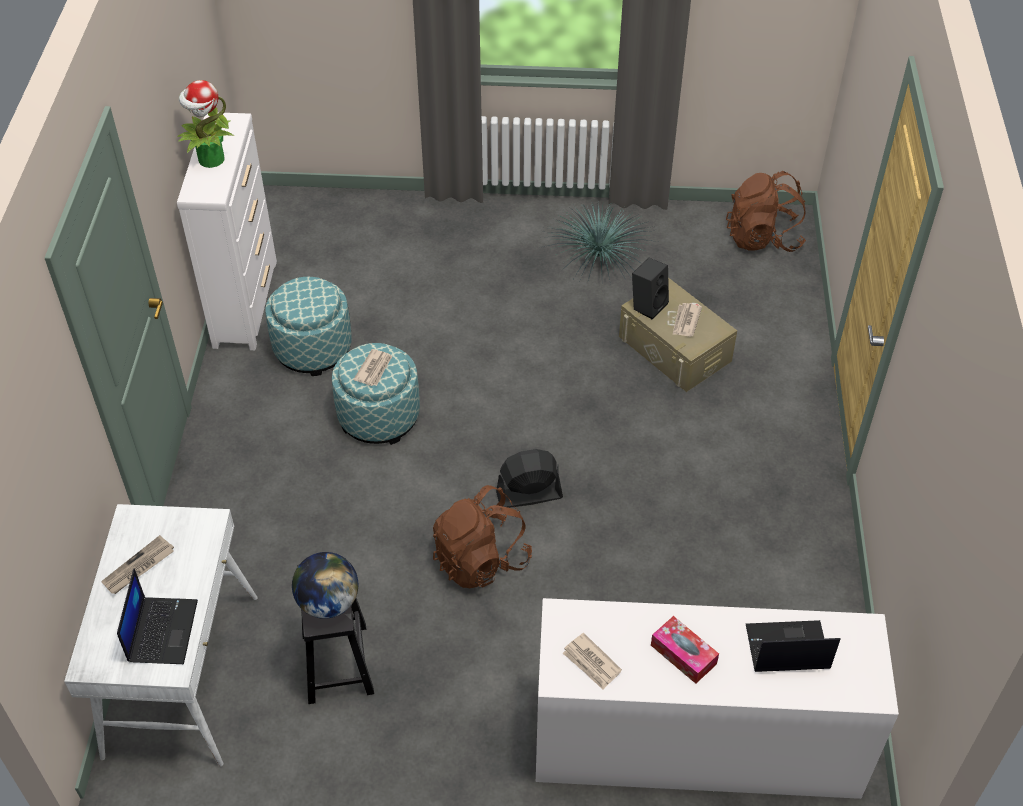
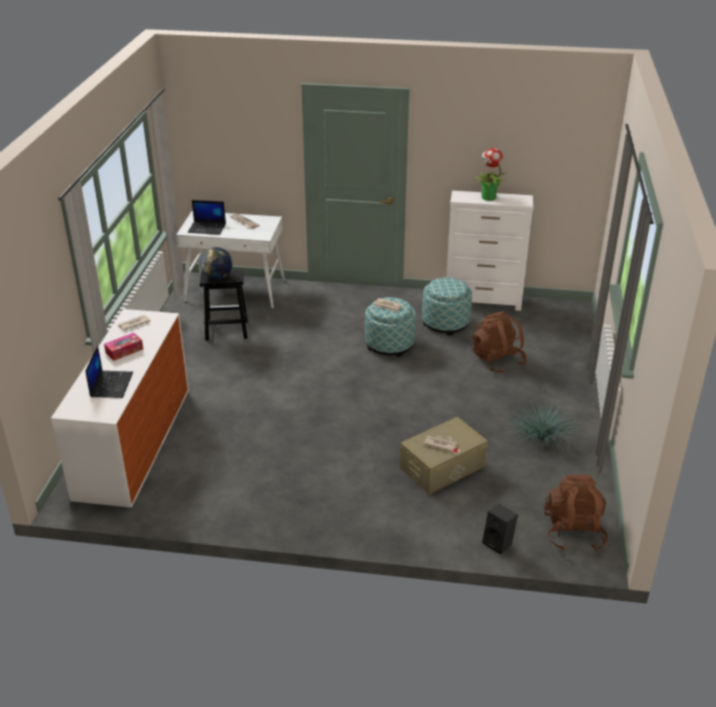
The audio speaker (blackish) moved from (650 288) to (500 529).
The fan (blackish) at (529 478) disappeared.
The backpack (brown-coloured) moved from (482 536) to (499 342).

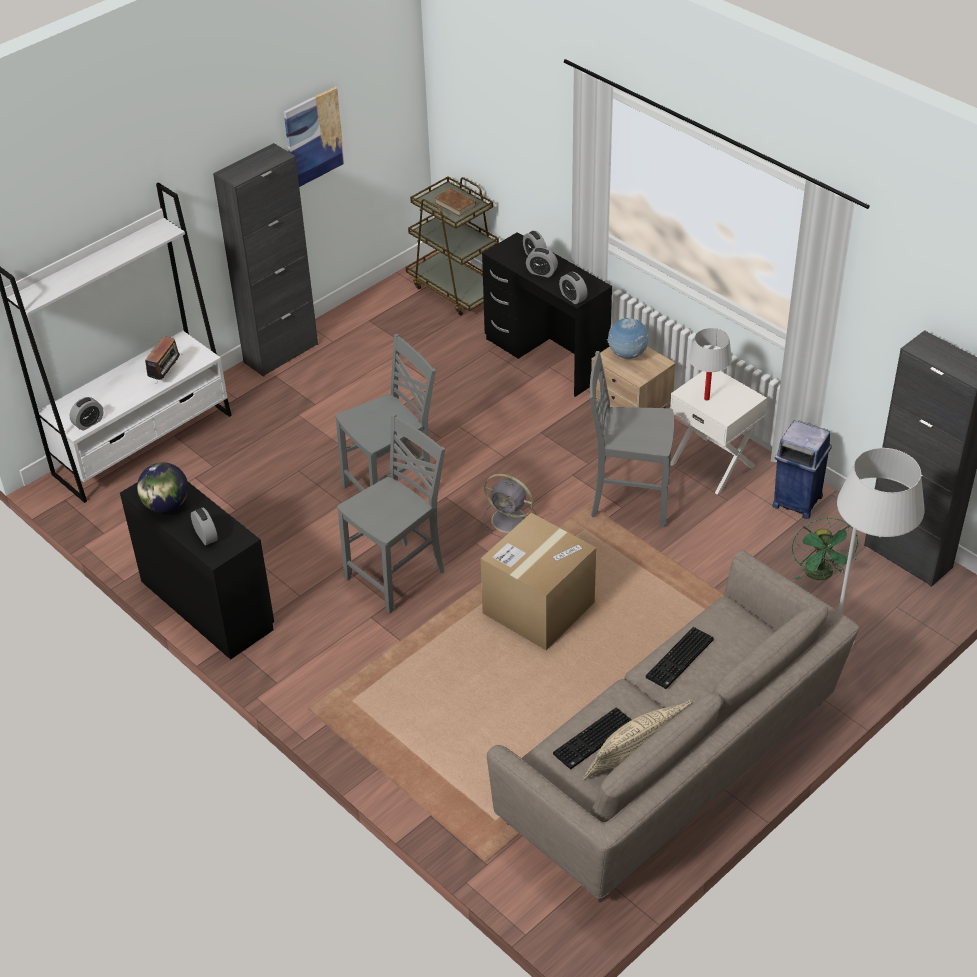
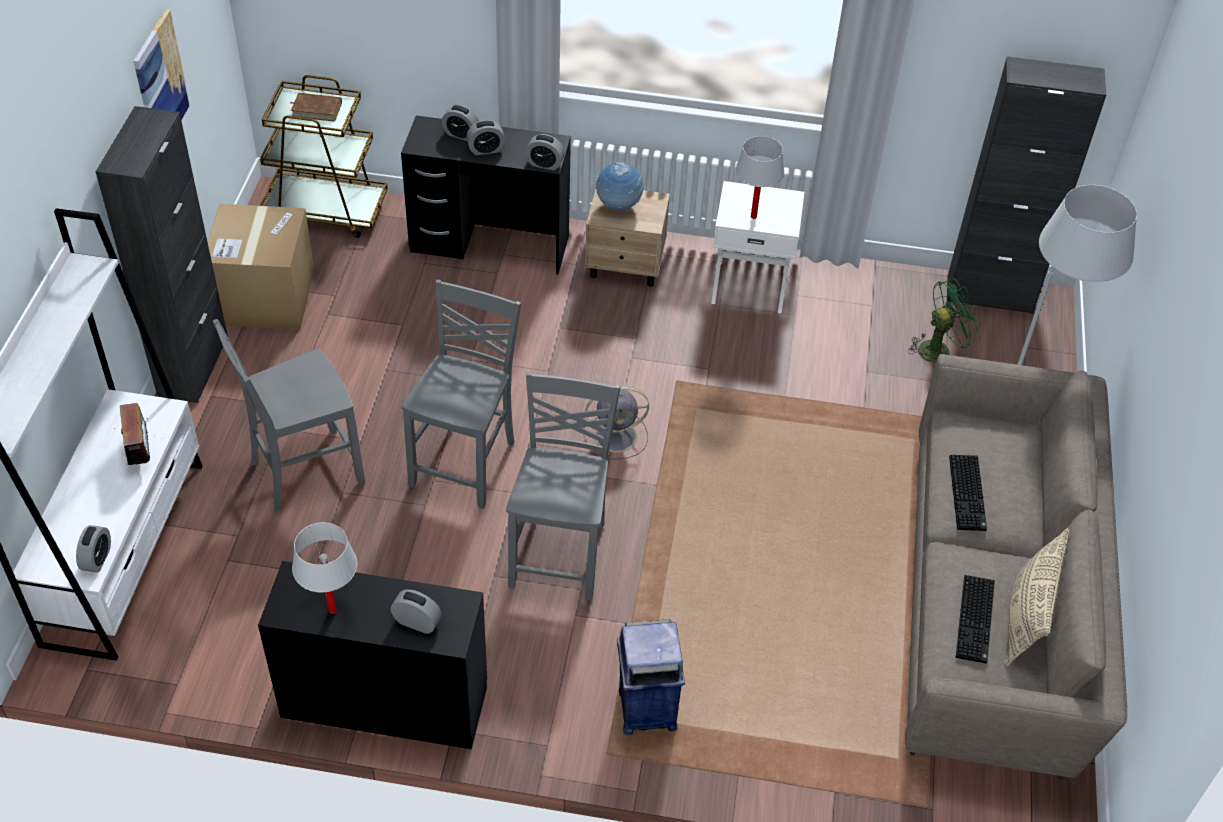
The upright chair (gray) moved from (631 439) to (289 415).
The waste bin (blue) moved from (802 469) to (651 677).
The desk globe at (162 487) was replaced by the lamp for a table (white) at (324 568).
The carton moved from (538 581) to (261 267).
The fan (green-coloured) at (825 549) turned 75 degrees counterclockwise.

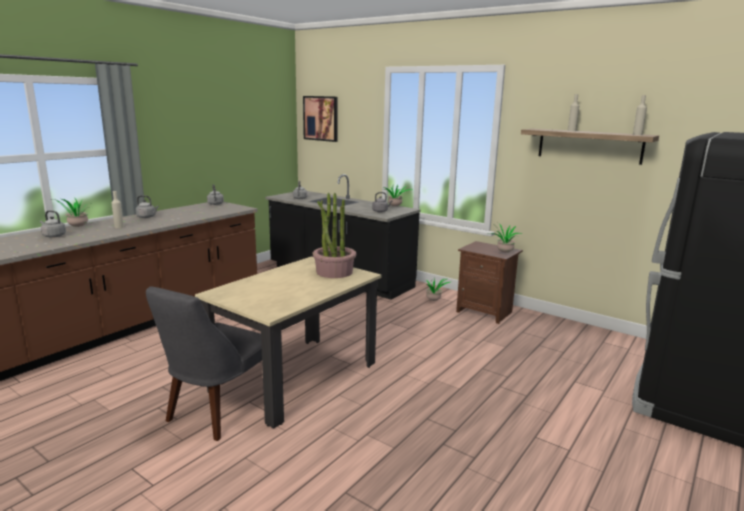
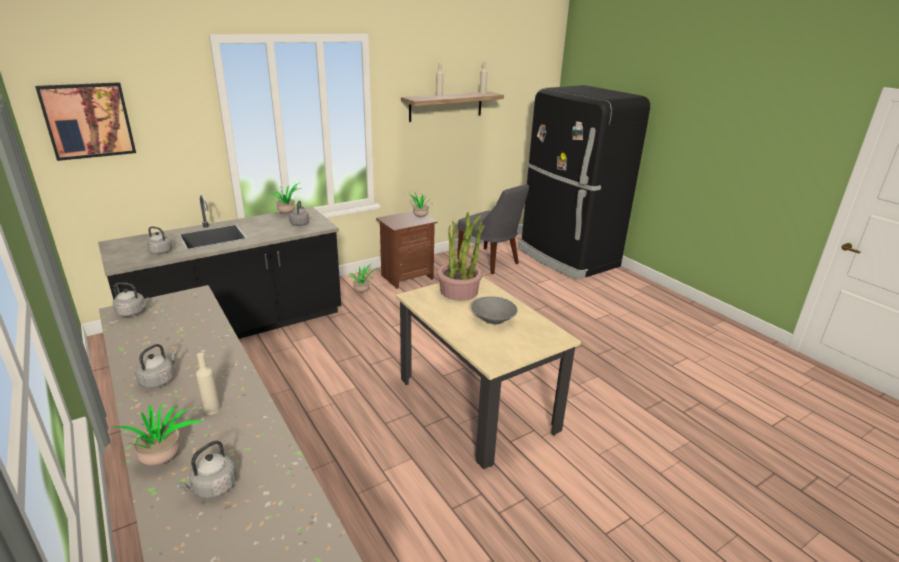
The upright chair (gray) moved from (204 363) to (493 229).
The serving bowl (gray) at (494 310) appeared.

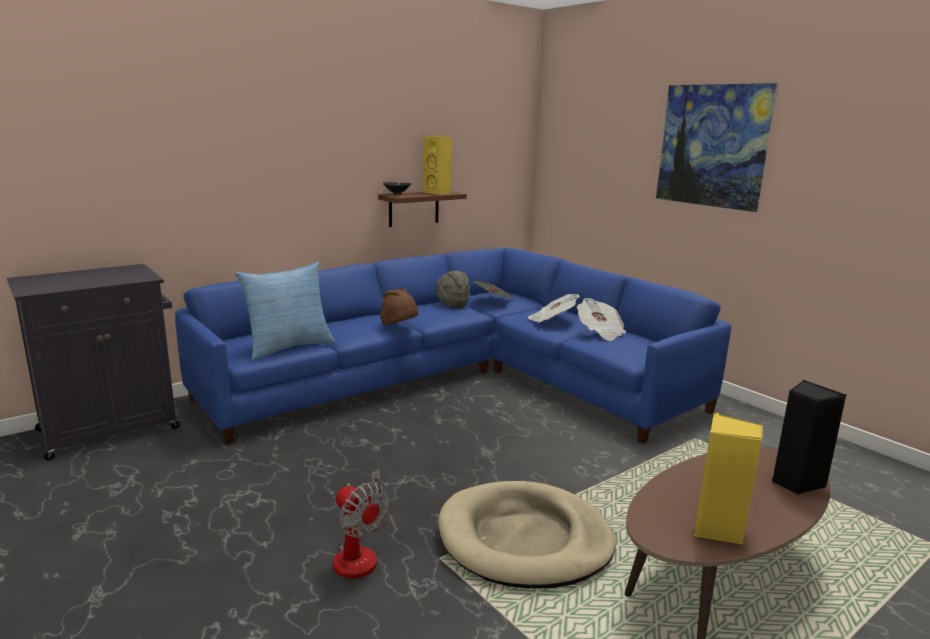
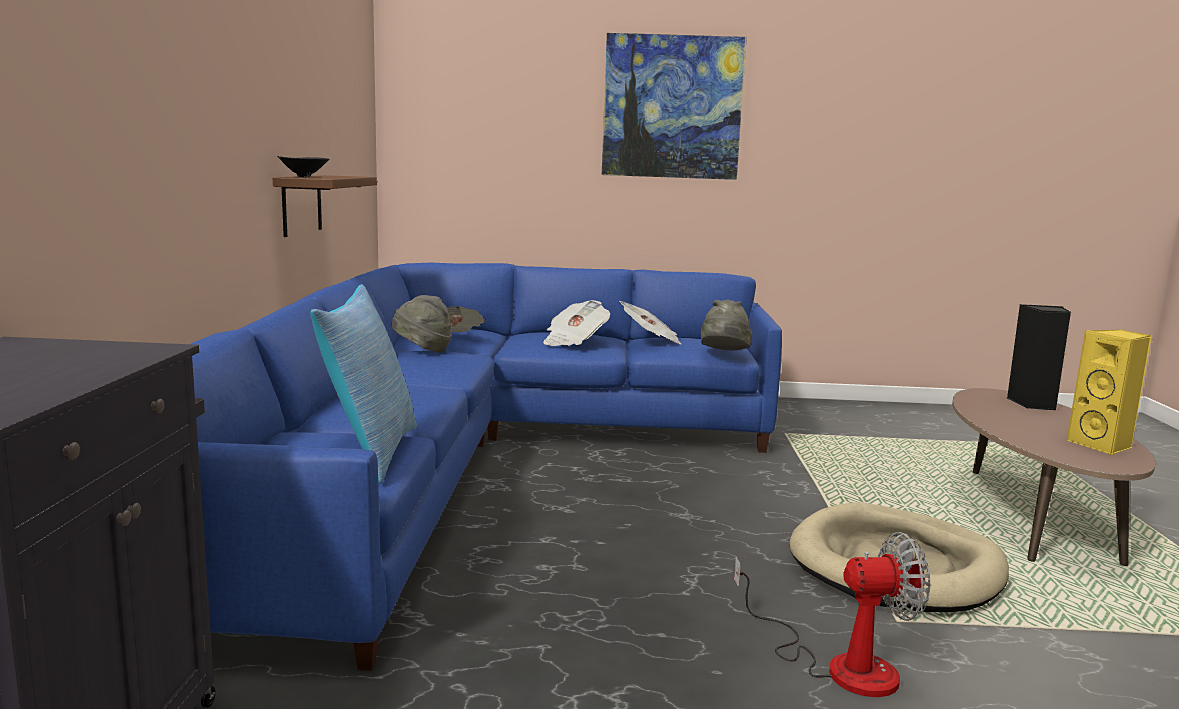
The audio speaker (yellowish) at (437 165) disappeared.
The hat (brown-coloured) at (399 306) disappeared.
The hat (gray) at (726 325) appeared.

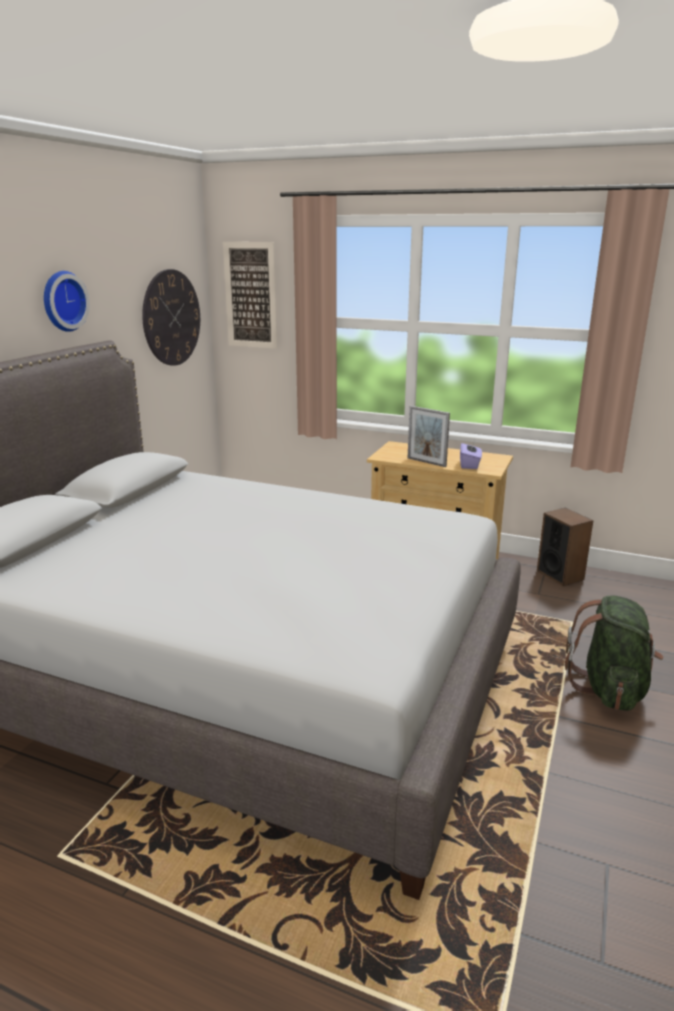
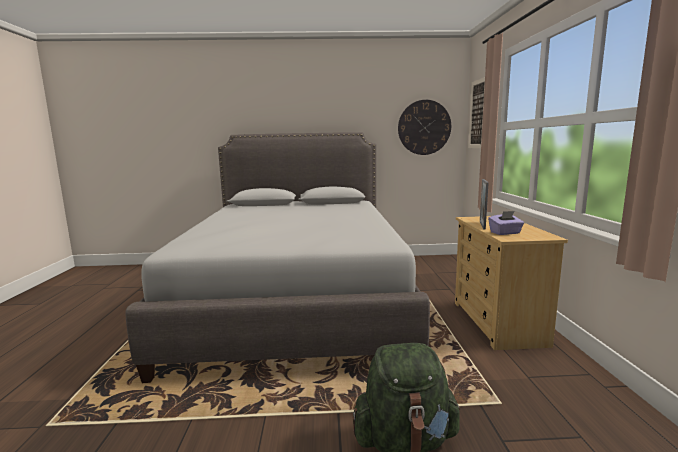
The hanging clock at (67 301) disappeared.
The audio speaker at (565 547) disappeared.

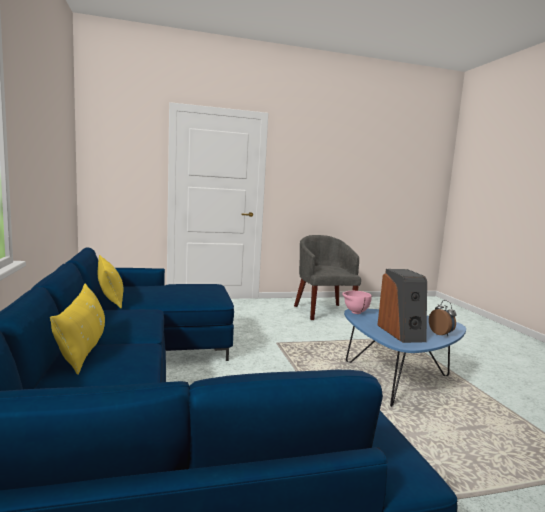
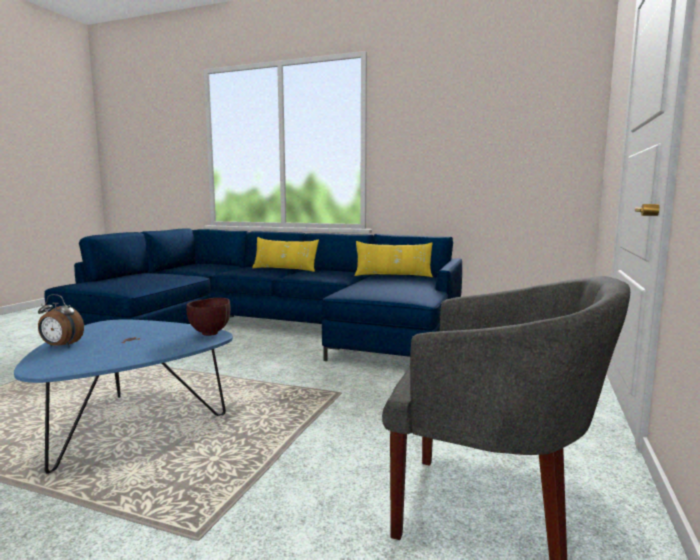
The audio speaker at (402 306) disappeared.
The serving bowl (pinkish) at (357 302) became the serving bowl (brown-coloured) at (208 317).

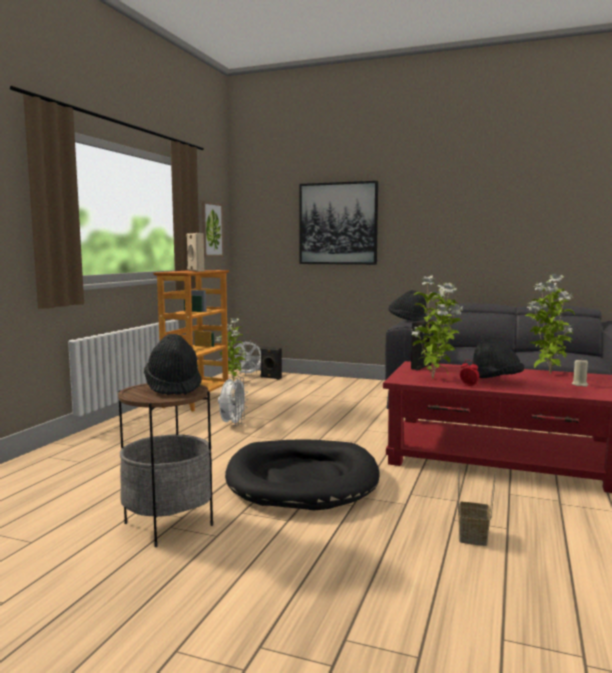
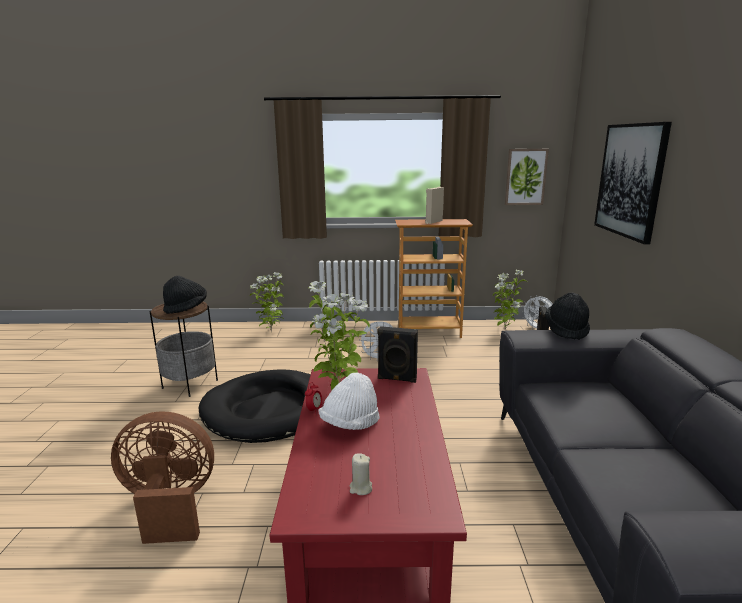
The houseplant moved from (550 324) to (267 302).
The hat (blackish) at (498 357) became the hat (white) at (349 401).
The household basket at (477 507) was replaced by the fan (brown-coloured) at (162 478).

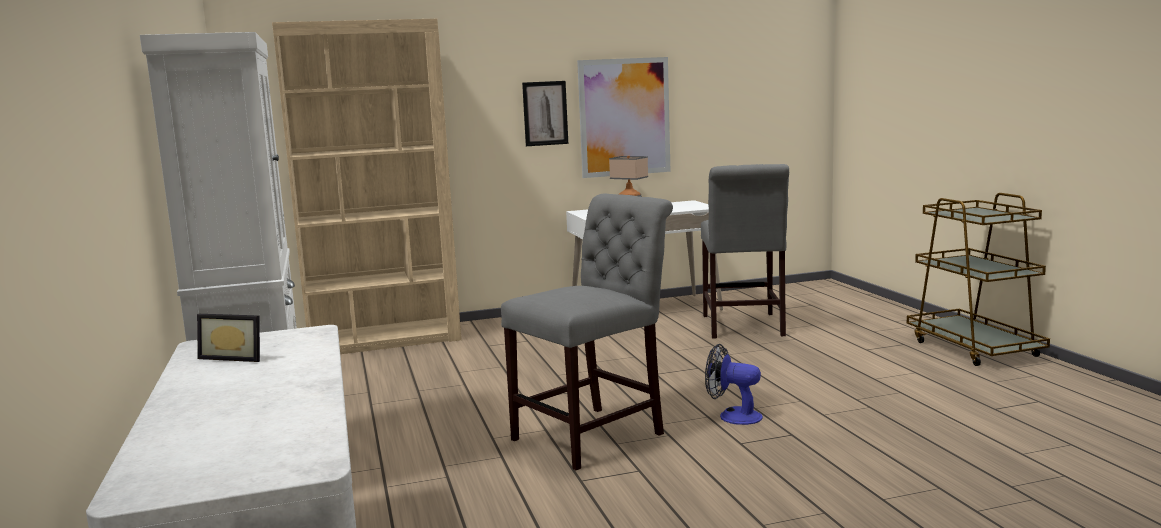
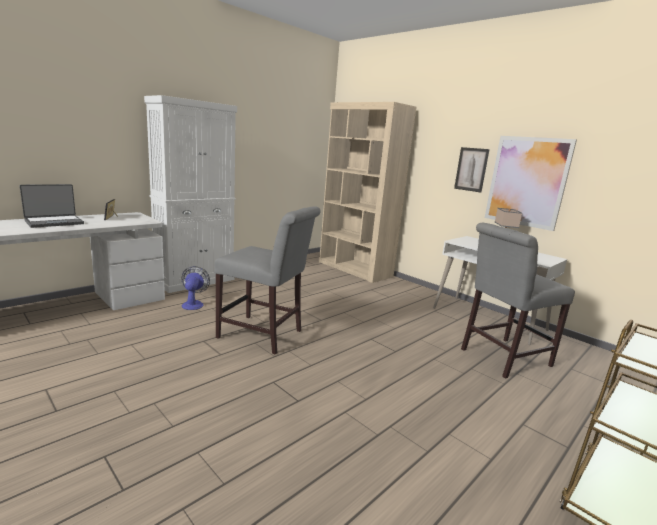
The fan moved from (734 384) to (195 288).
The notebook computer at (52 206) appeared.

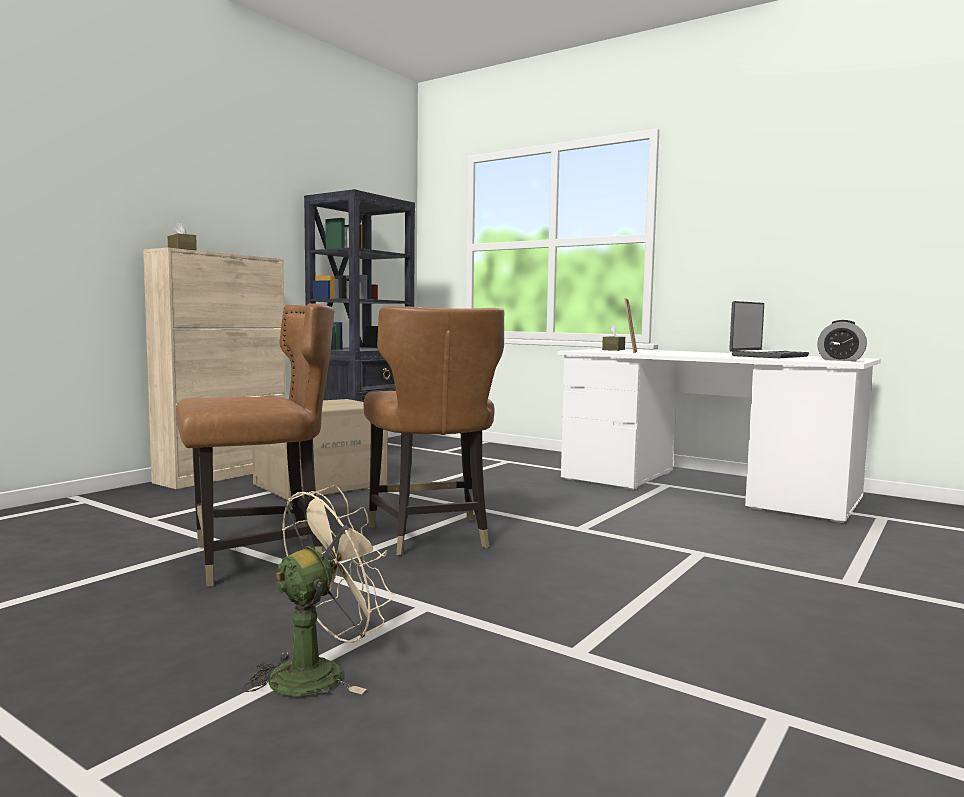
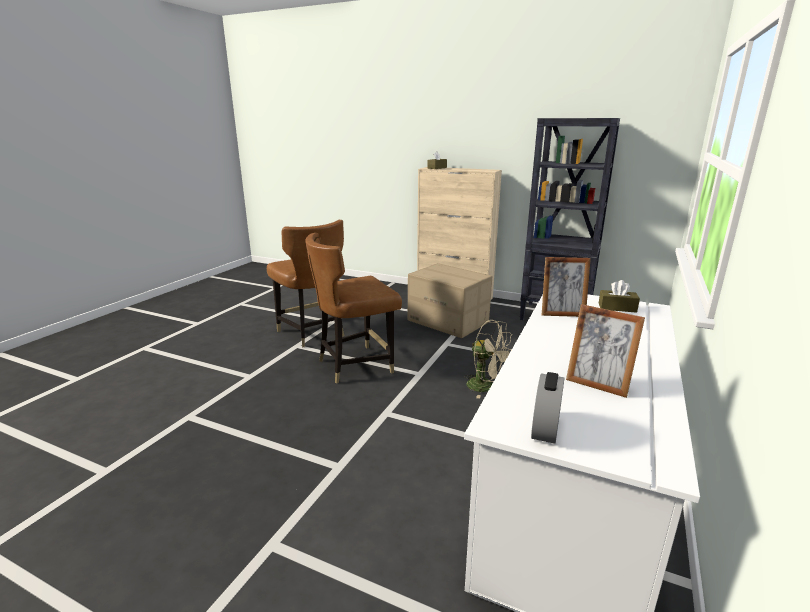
The notebook computer at (769 329) was replaced by the standing frame at (605 351).
The fan (sand-coloured) moved from (318 590) to (488 359).

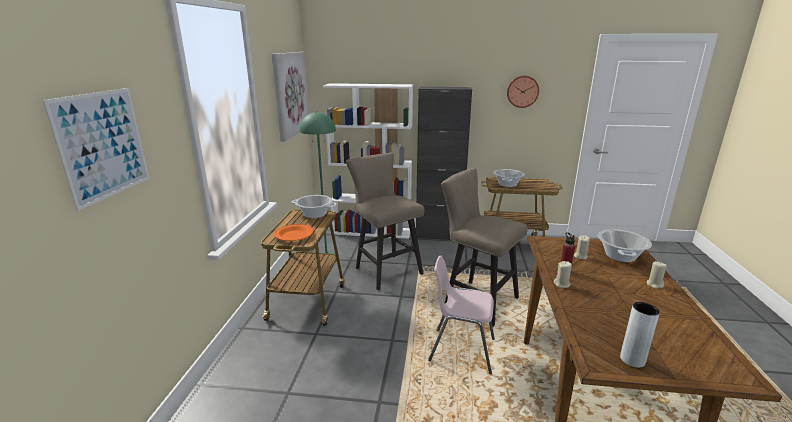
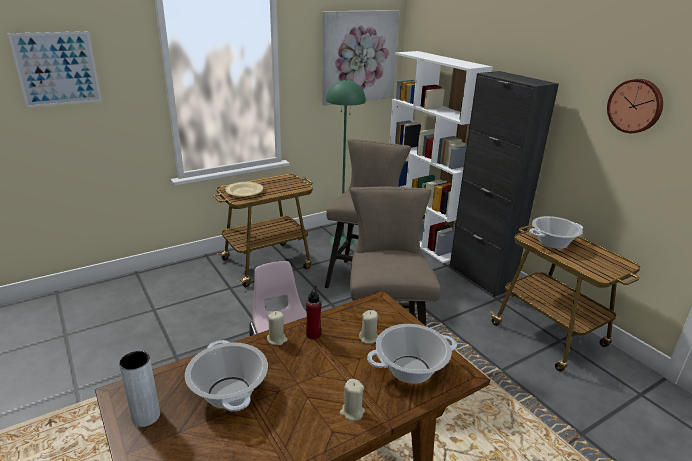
The stockpot moved from (314 206) to (226 376).
The flat dish (orange-coloured) at (293 232) became the flat dish (sand-coloured) at (244 189).

